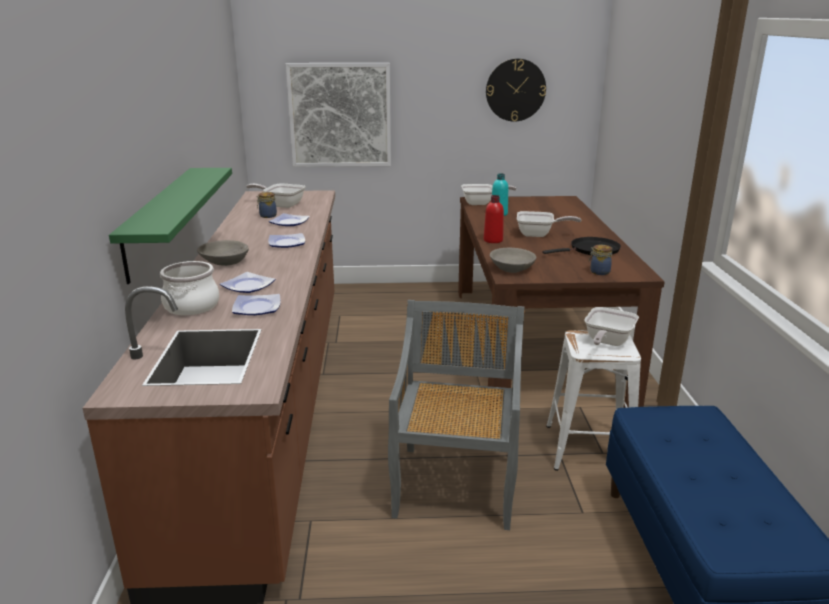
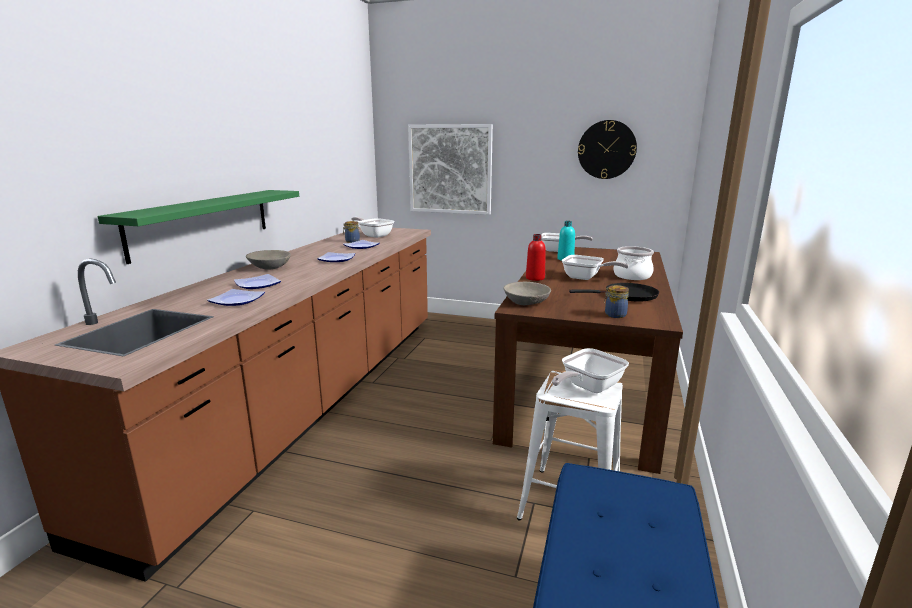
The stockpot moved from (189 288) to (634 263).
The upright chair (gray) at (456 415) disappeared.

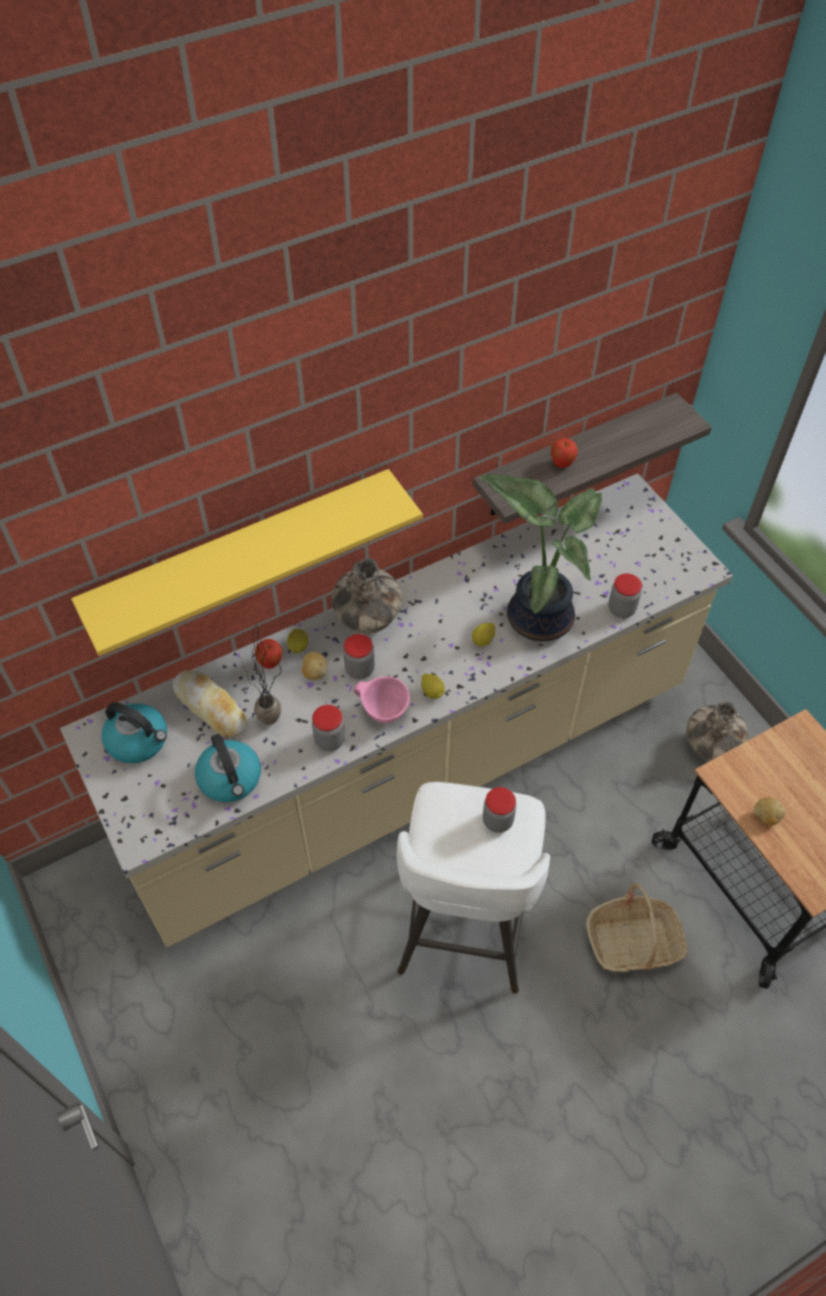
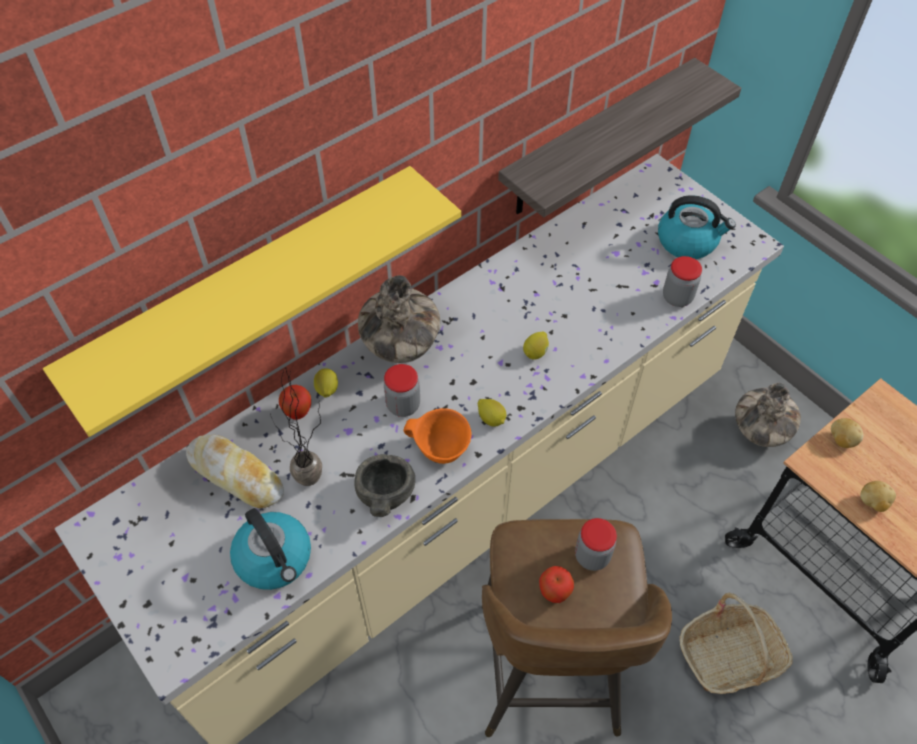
The apple moved from (564 453) to (556 584).
The houseplant at (540 557) disappeared.
The spud moved from (315 666) to (847 433).
The serving bowl (pinkish) at (382 699) became the serving bowl (orange-coloured) at (438 436).
The water kettle moved from (134 733) to (697 227).
The preserve jar at (328 728) was replaced by the serving bowl (gray) at (384 485).
The stool seat (white) at (473 888) became the stool seat (brown-coloured) at (577 628).

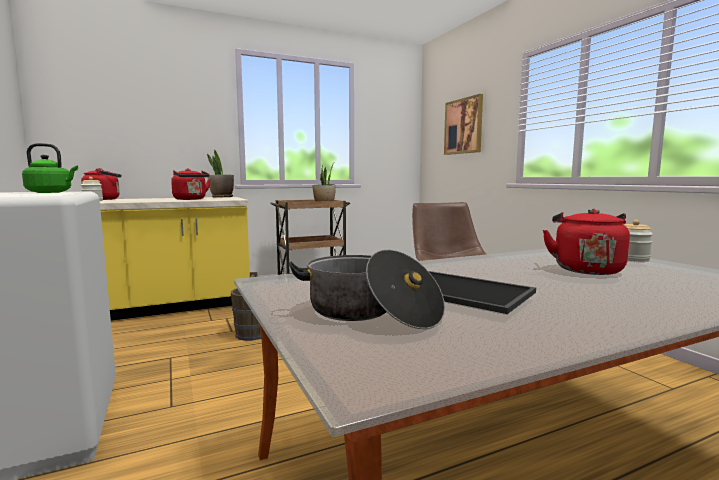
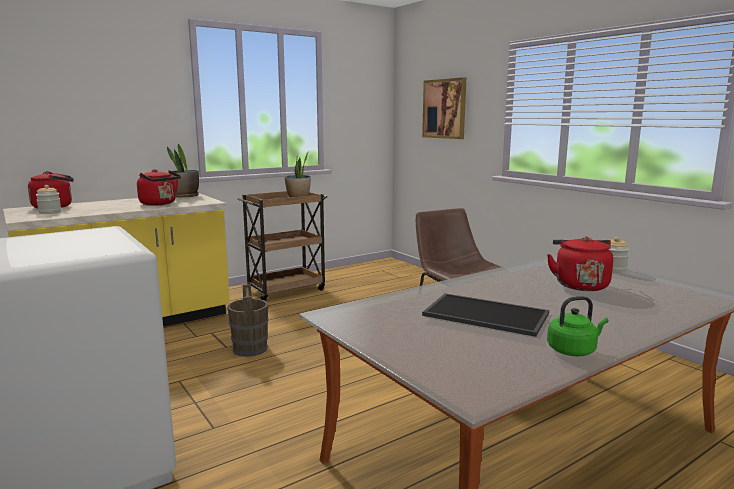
The water kettle (green-coloured) moved from (50 168) to (578 326).
The stockpot at (367 289) disappeared.

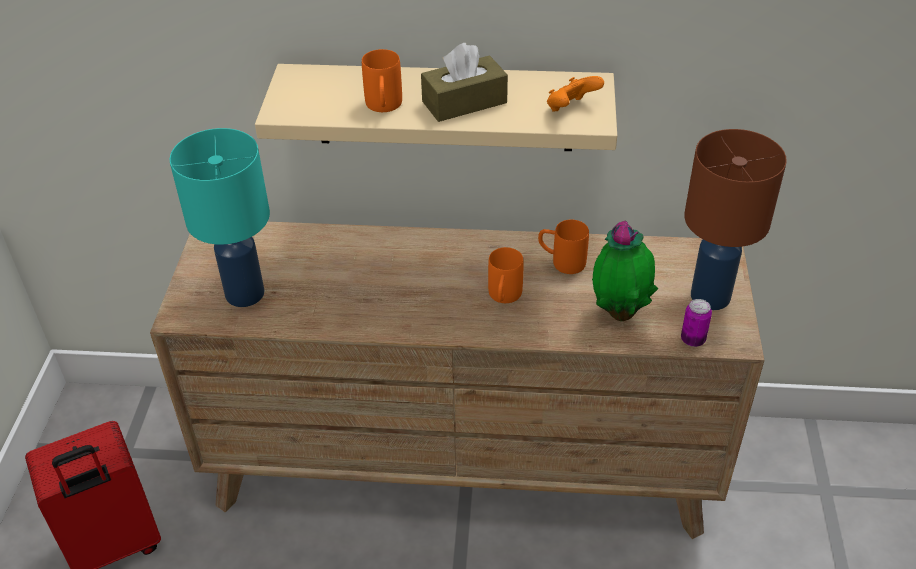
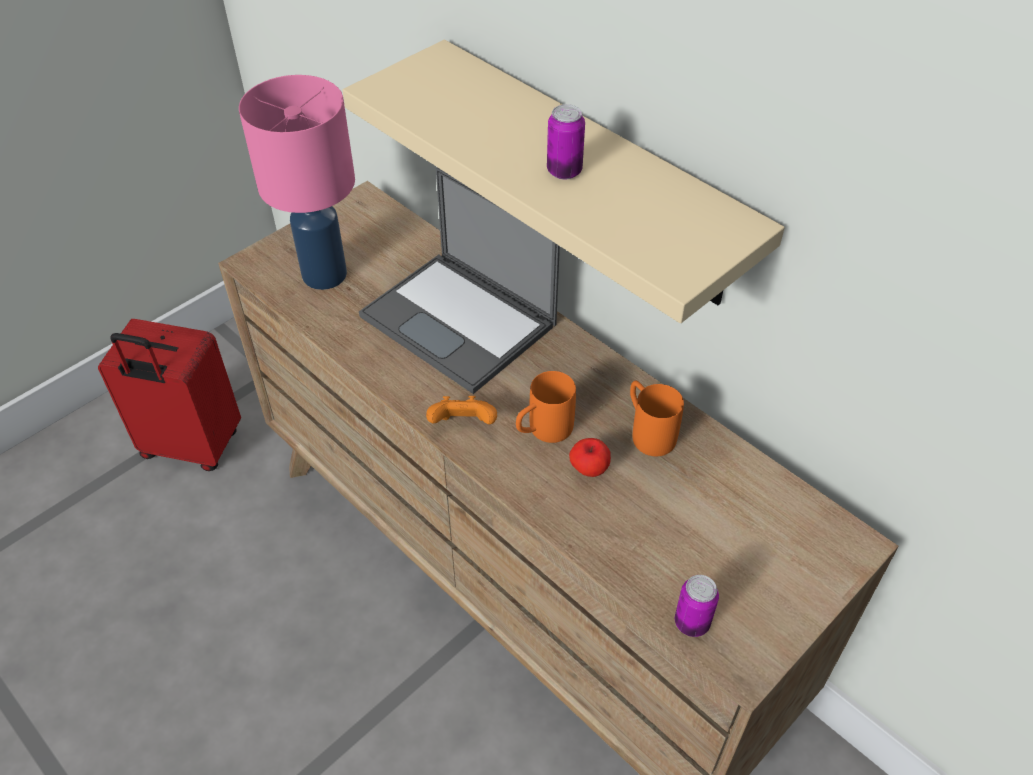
The tissue holder (brown-coloured) at (464 82) was replaced by the metal can at (566 142).
The tea mug (orange-coloured) at (382 80) disappeared.
The joypad (orange-coloured) moved from (575 94) to (461 410).
The lamp for a table (turquoise) at (219 217) became the lamp for a table (pinkish) at (297 182).
The lamp for a table (brown-coloured) at (735 219) disappeared.
The houseplant at (625 271) disappeared.
The notebook computer at (459 280) appeared.
The apple at (590 457) appeared.

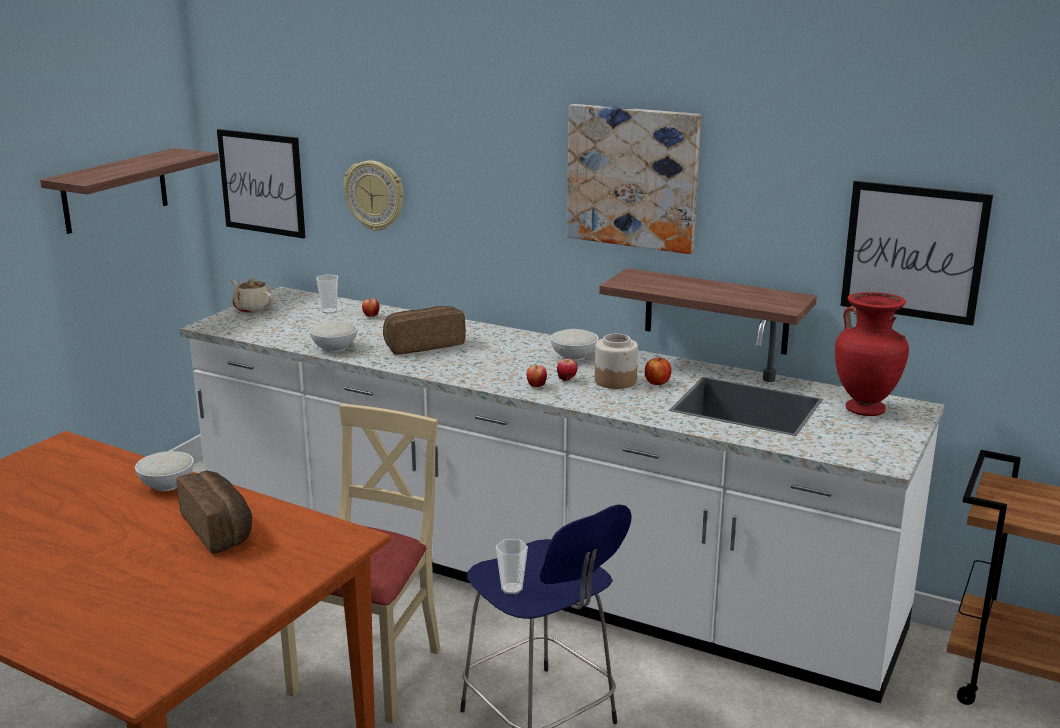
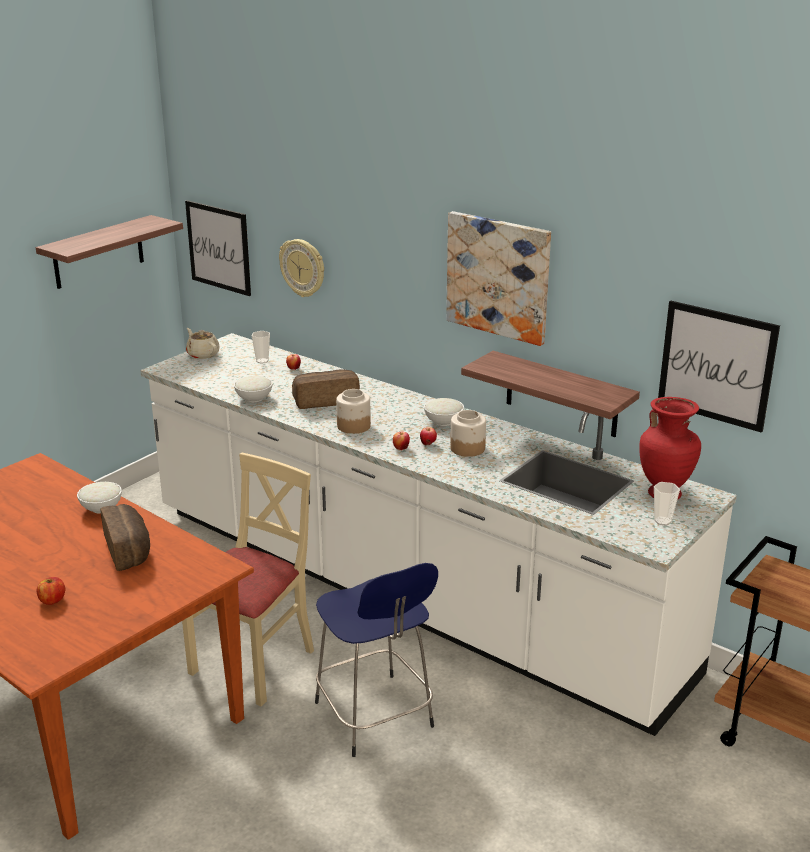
The apple moved from (658 371) to (51 591).
The small cup moved from (512 566) to (667 504).
The preserve jar at (353 411) appeared.

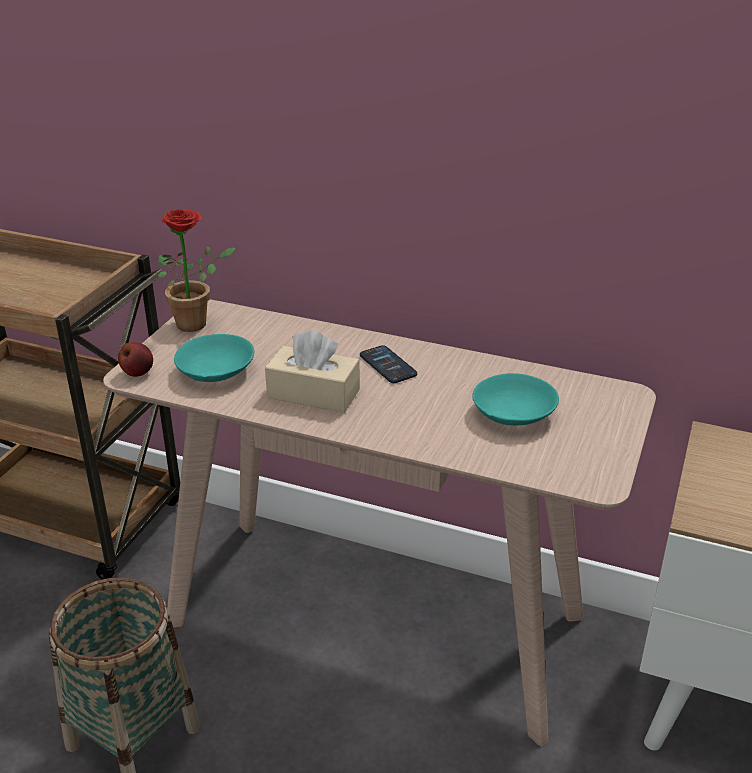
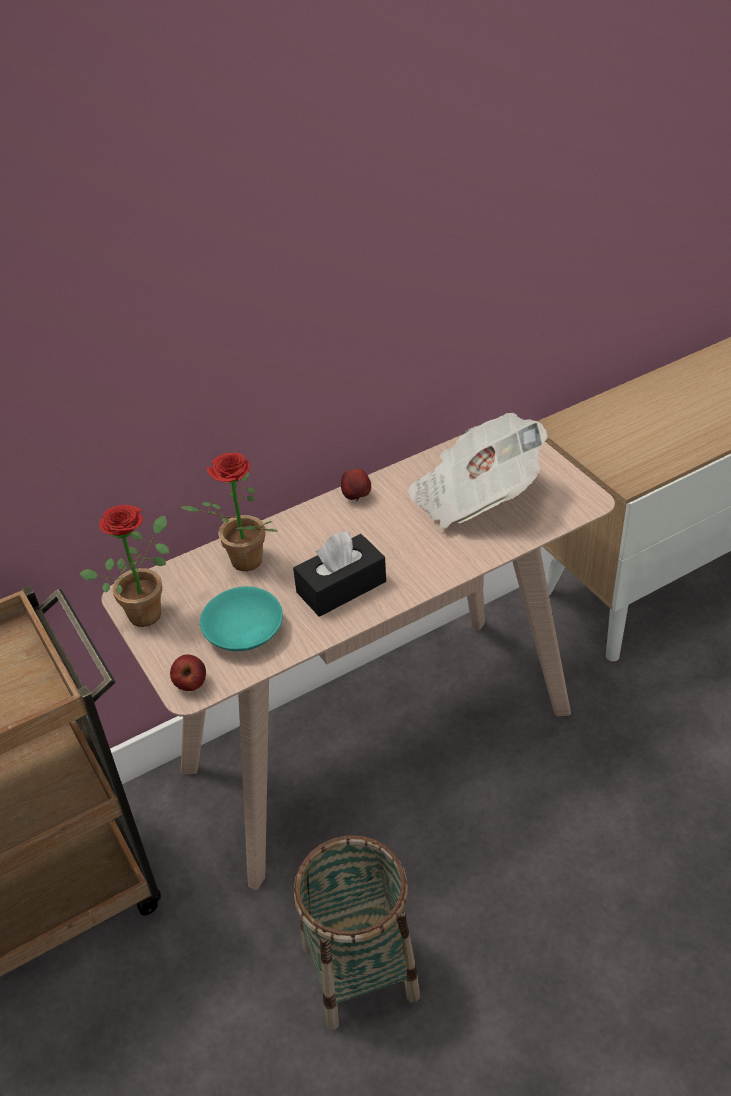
The tissue holder (sand-coloured) at (312 371) became the tissue holder (blackish) at (339 574).
The handset at (388 364) disappeared.
The serving bowl (turquoise) at (515 399) was replaced by the daily paper at (478 471).
The houseplant at (229 511) appeared.
The apple at (356 485) appeared.

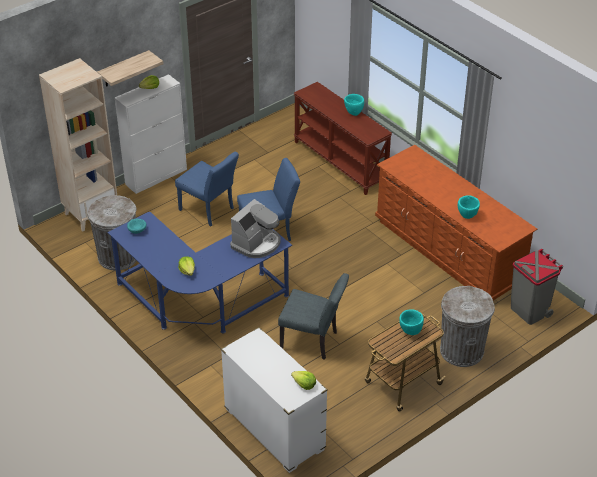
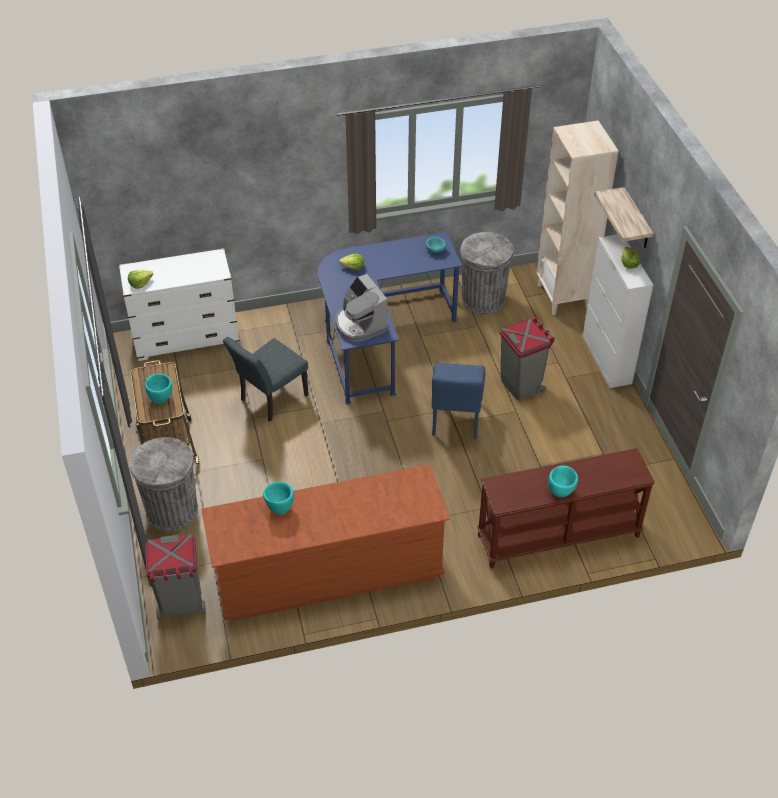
The upright chair (blue) at (207 189) was replaced by the waste bin (gray) at (527 359).

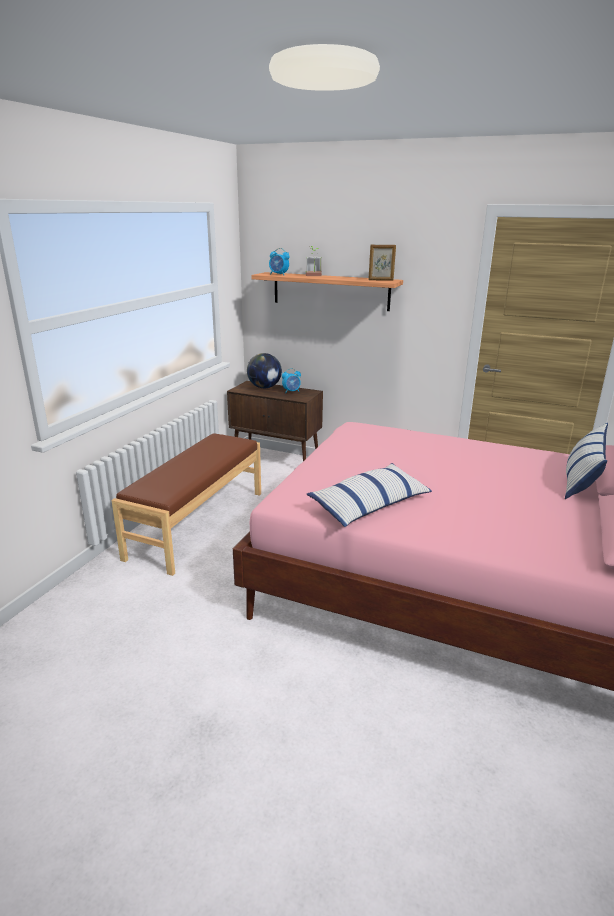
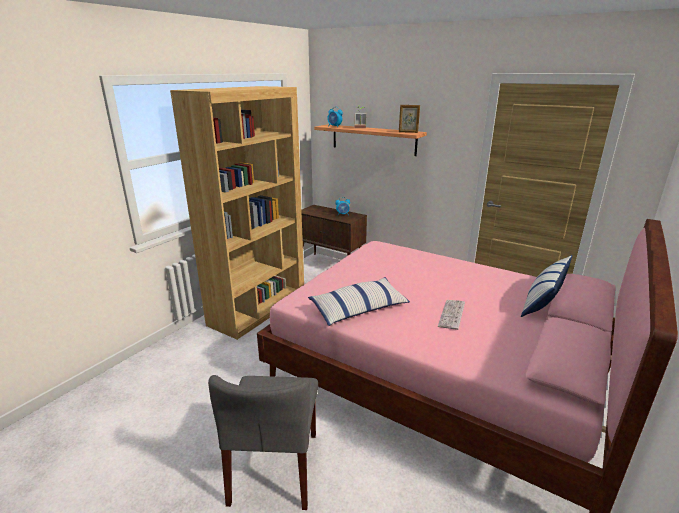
The desk globe at (264 370) disappeared.
The indoor bench (brown-coloured) at (186 504) was replaced by the shelving unit (brown-coloured) at (237 213).
The computer keyboard at (451 315) appeared.
The upright chair (gray) at (263 442) appeared.

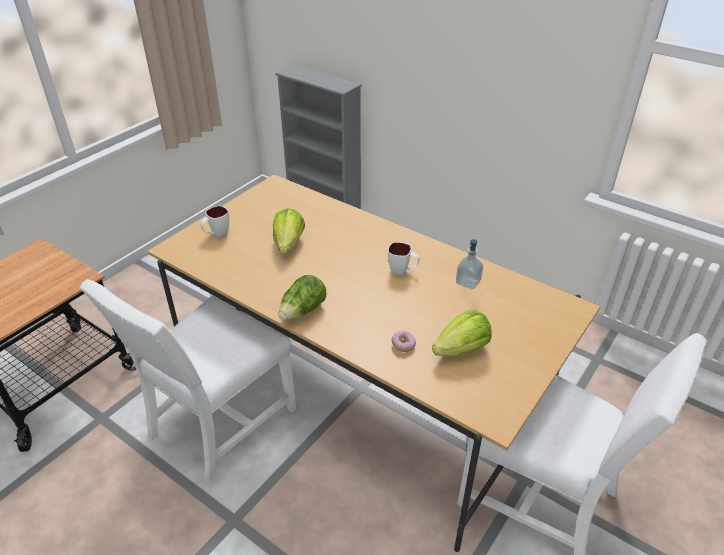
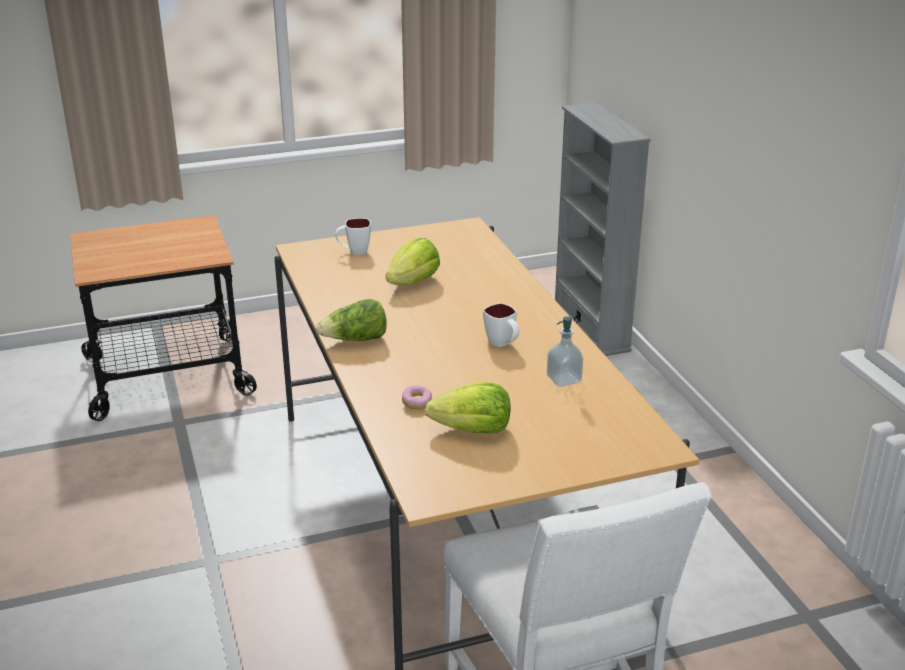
The upright chair (white) at (188 381) disappeared.

